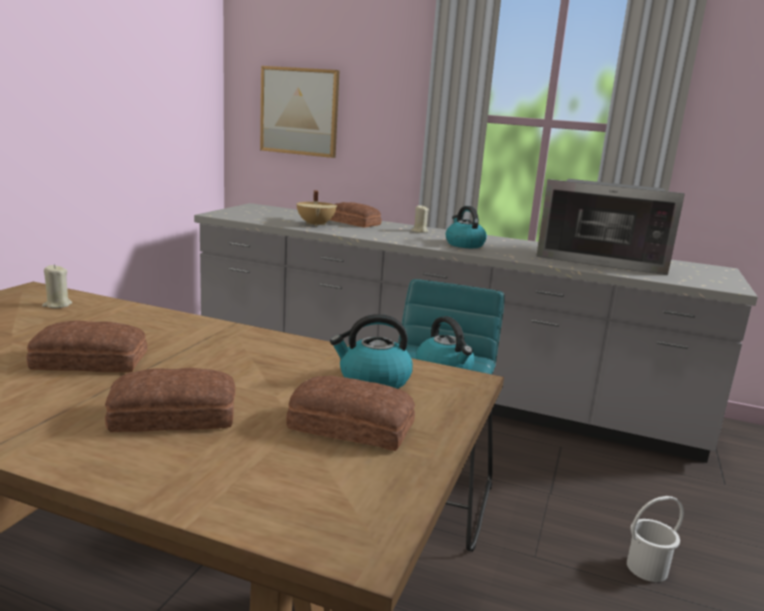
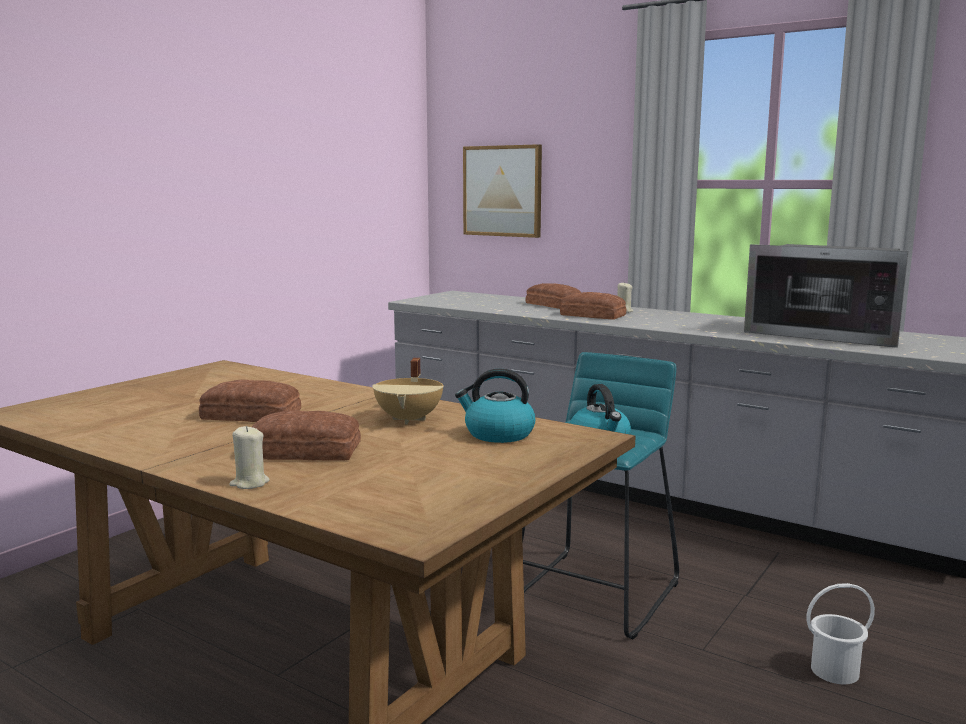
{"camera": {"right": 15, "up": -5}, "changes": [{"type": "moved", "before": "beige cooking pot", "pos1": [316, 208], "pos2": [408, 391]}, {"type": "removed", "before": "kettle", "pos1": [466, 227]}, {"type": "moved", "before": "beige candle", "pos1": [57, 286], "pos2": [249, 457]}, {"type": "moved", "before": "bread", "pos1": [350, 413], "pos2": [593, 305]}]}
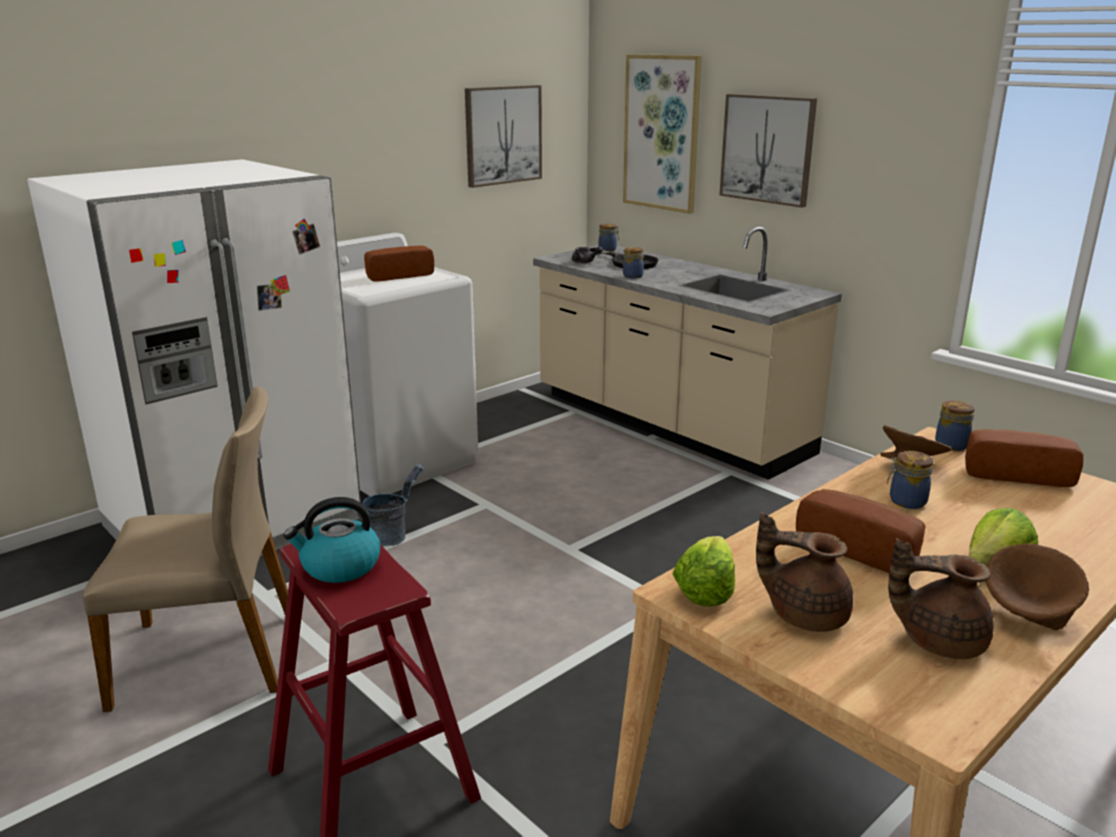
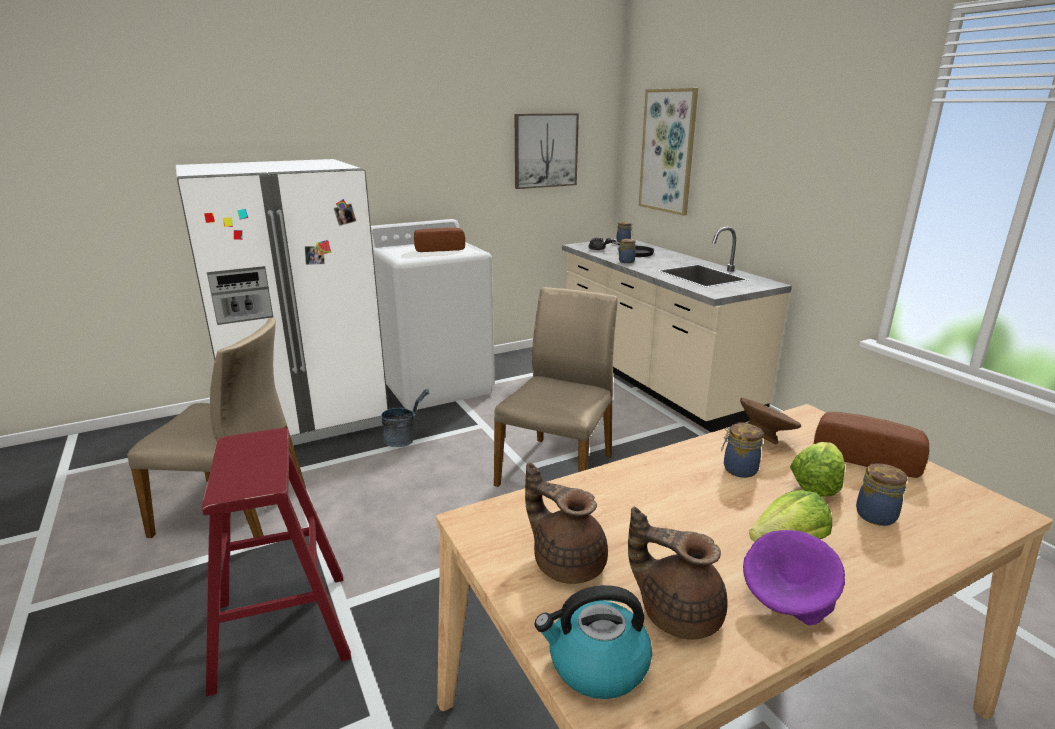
{"camera": {"right": 15, "up": 0}, "changes": [{"type": "removed", "before": "picture", "pos1": [768, 151]}, {"type": "moved", "before": "jar", "pos1": [955, 426], "pos2": [882, 494]}, {"type": "removed", "before": "bread", "pos1": [861, 531]}, {"type": "moved", "before": "kettle", "pos1": [331, 540], "pos2": [593, 642]}, {"type": "moved", "before": "lettuce", "pos1": [703, 571], "pos2": [817, 469]}, {"type": "recoloured", "before": "brown bowl", "after": "purple bowl", "pos1": [1037, 587], "pos2": [794, 577]}, {"type": "added", "after": "beige chair", "pos2": [556, 387]}]}
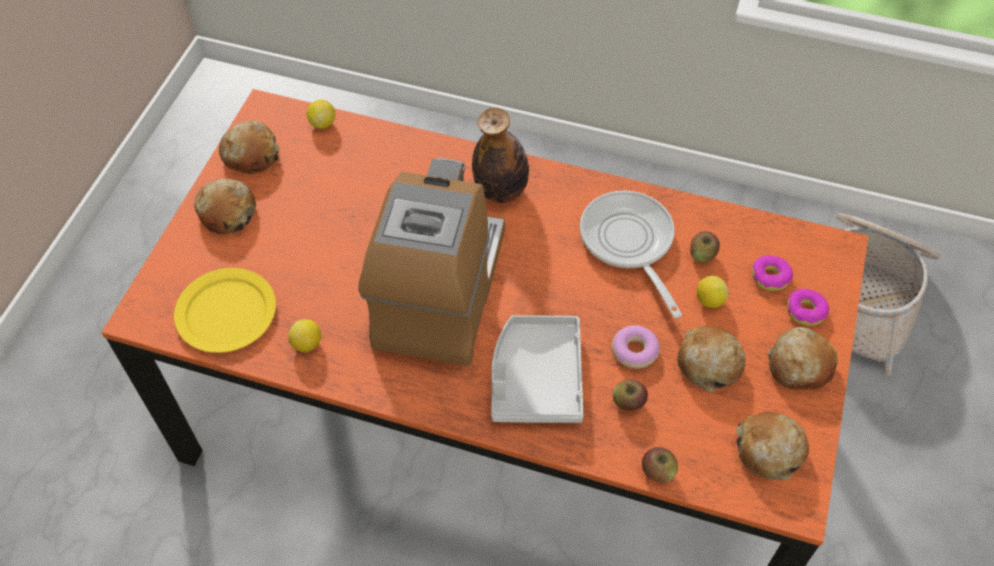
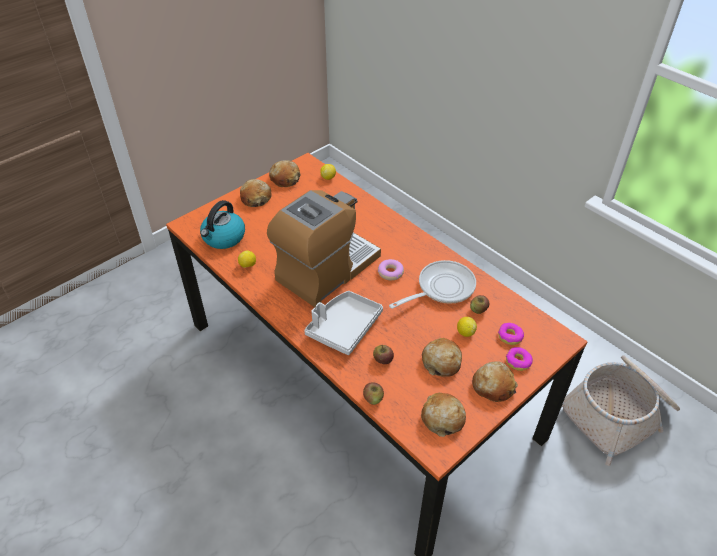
{"camera": {"right": 30, "up": -10}, "changes": [{"type": "removed", "before": "bottle", "pos1": [500, 155]}, {"type": "turned", "before": "frying pan", "pos1": [631, 254], "pos2": [432, 284], "turn": 45}, {"type": "replaced", "before": "yellow plate", "after": "kettle", "pos1": [225, 310], "pos2": [222, 224]}, {"type": "moved", "before": "donut", "pos1": [636, 347], "pos2": [391, 269]}]}
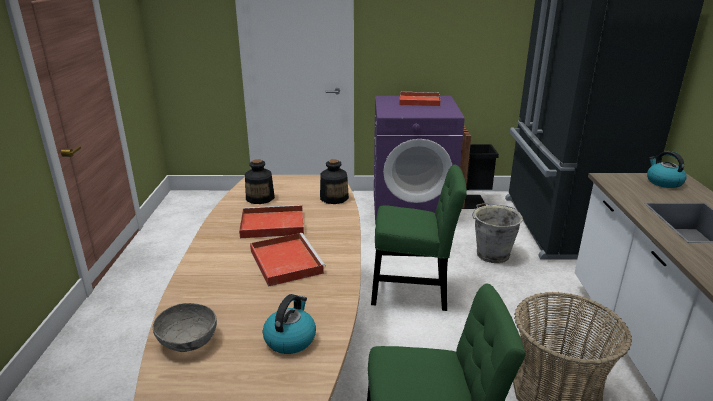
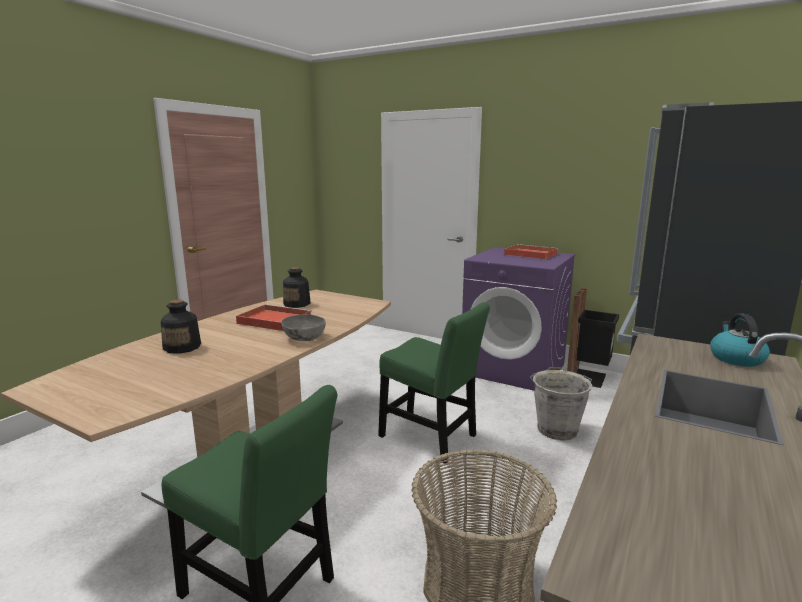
{"camera": {"right": 30, "up": -10}, "changes": [{"type": "moved", "before": "bottle", "pos1": [334, 181], "pos2": [181, 327]}, {"type": "removed", "before": "red tray", "pos1": [288, 260]}, {"type": "removed", "before": "kettle", "pos1": [289, 324]}, {"type": "moved", "before": "grey bowl", "pos1": [185, 327], "pos2": [303, 327]}]}
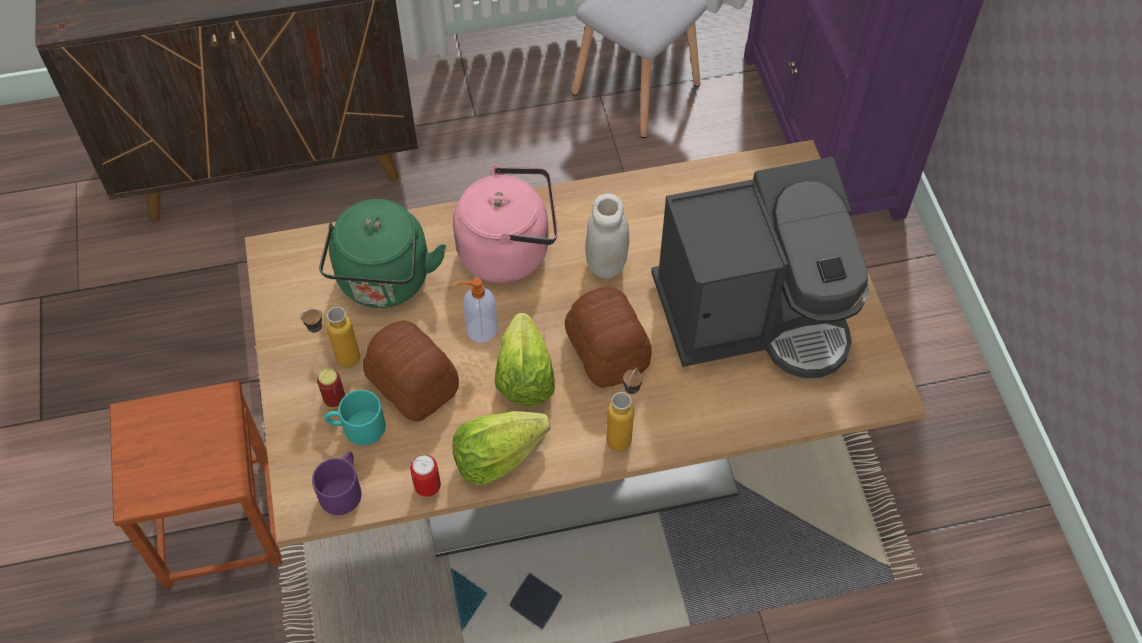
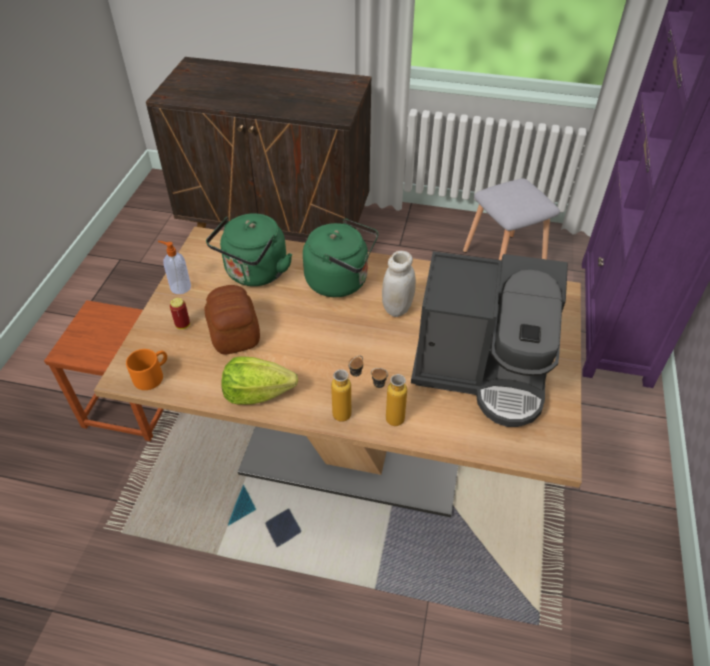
{"camera": {"right": 25, "up": -10}, "changes": [{"type": "recoloured", "before": "pink kettle", "after": "green kettle", "pos1": [505, 223], "pos2": [340, 258]}, {"type": "moved", "before": "soap dispenser", "pos1": [478, 310], "pos2": [174, 267]}, {"type": "removed", "before": "bread", "pos1": [608, 337]}, {"type": "moved", "before": "bottle", "pos1": [330, 337], "pos2": [389, 397]}, {"type": "removed", "before": "lettuce", "pos1": [525, 359]}, {"type": "removed", "before": "turquoise mug", "pos1": [355, 417]}, {"type": "recoloured", "before": "purple mug", "after": "orange mug", "pos1": [337, 483], "pos2": [146, 369]}, {"type": "removed", "before": "can", "pos1": [425, 476]}]}
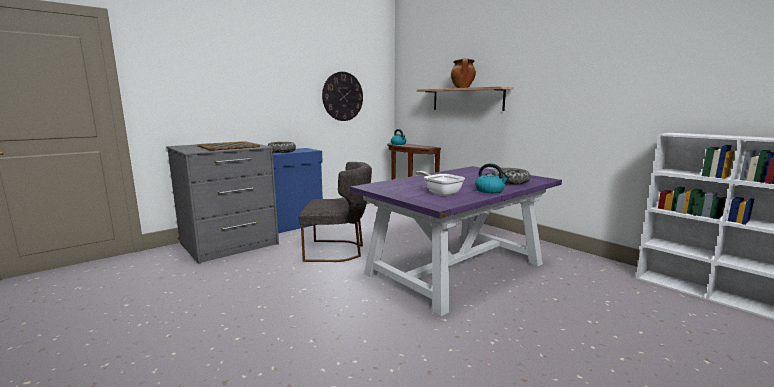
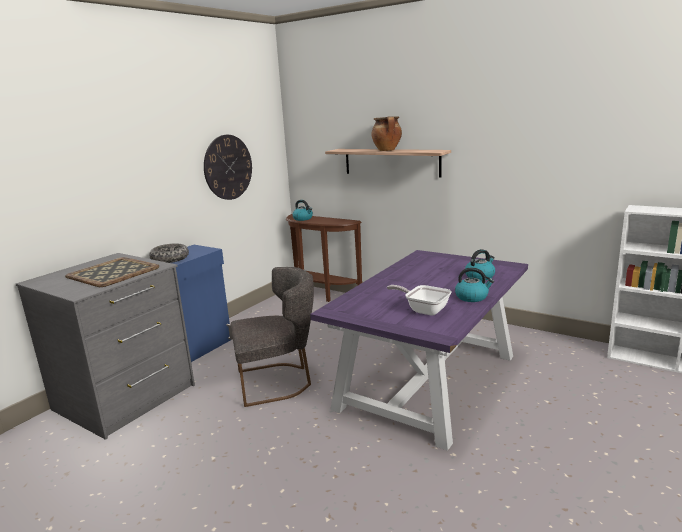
{"camera": {"right": -15, "up": 5}, "changes": [{"type": "replaced", "before": "bowl", "after": "kettle", "pos1": [511, 176], "pos2": [480, 265]}]}
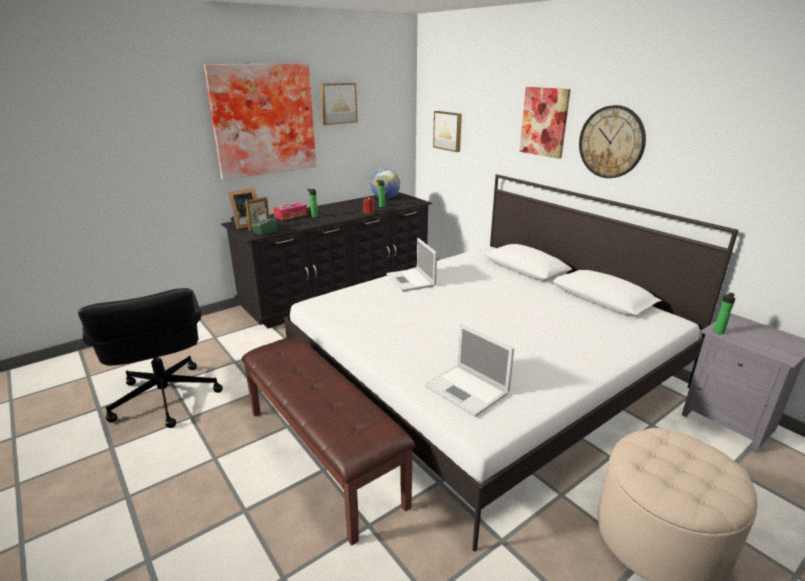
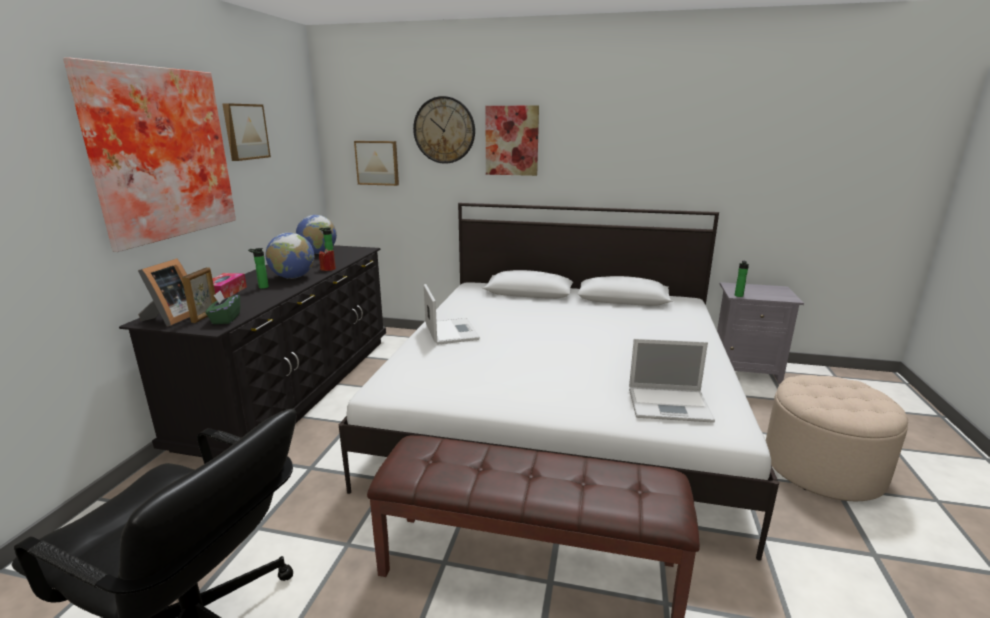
{"camera": {"right": -40, "up": -5}, "changes": [{"type": "moved", "before": "wall clock", "pos1": [612, 141], "pos2": [444, 130]}, {"type": "turned", "before": "laptop", "pos1": [412, 265], "pos2": [452, 314], "turn": -135}, {"type": "added", "after": "globe", "pos2": [290, 256]}]}
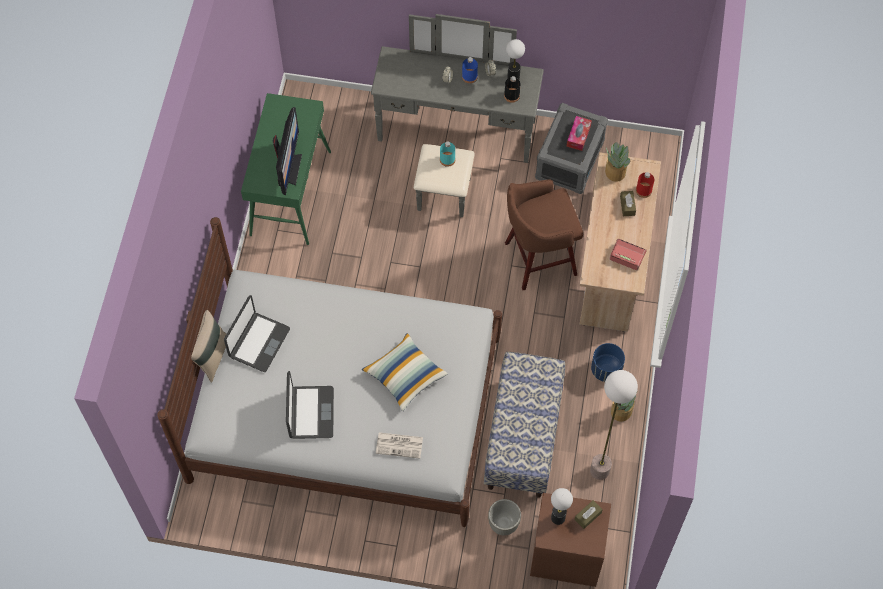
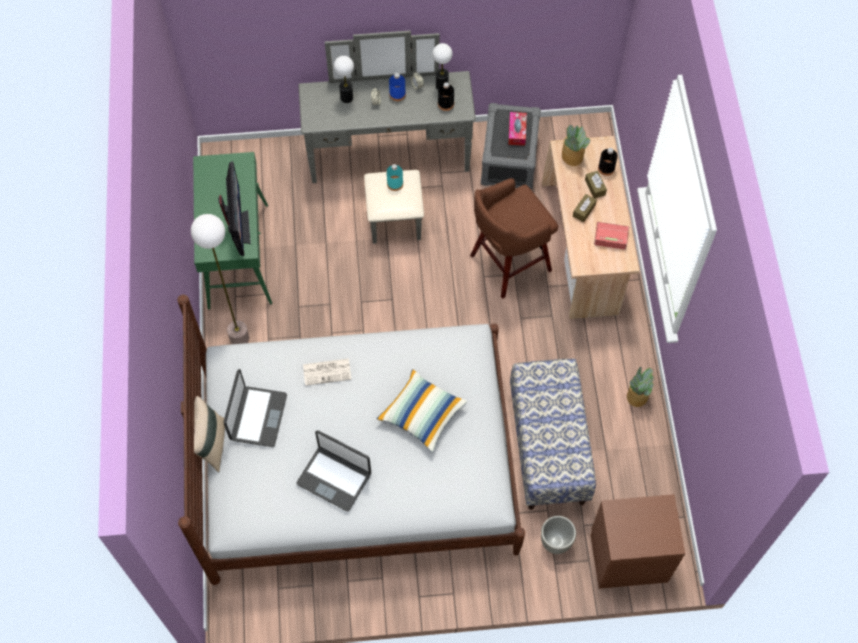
{"camera": {"right": -15, "up": 0}, "changes": [{"type": "recoloured", "before": "red bottle", "after": "black bottle", "pos1": [645, 185], "pos2": [608, 162]}, {"type": "removed", "before": "blue planter", "pos1": [608, 362]}, {"type": "moved", "before": "floor lamp", "pos1": [614, 425], "pos2": [220, 279]}, {"type": "turned", "before": "laptop", "pos1": [310, 405], "pos2": [333, 470], "turn": 135}, {"type": "moved", "before": "newspaper", "pos1": [399, 445], "pos2": [327, 372]}, {"type": "moved", "before": "table lamp", "pos1": [562, 506], "pos2": [344, 79]}, {"type": "moved", "before": "brown tissue box", "pos1": [589, 514], "pos2": [585, 208]}]}
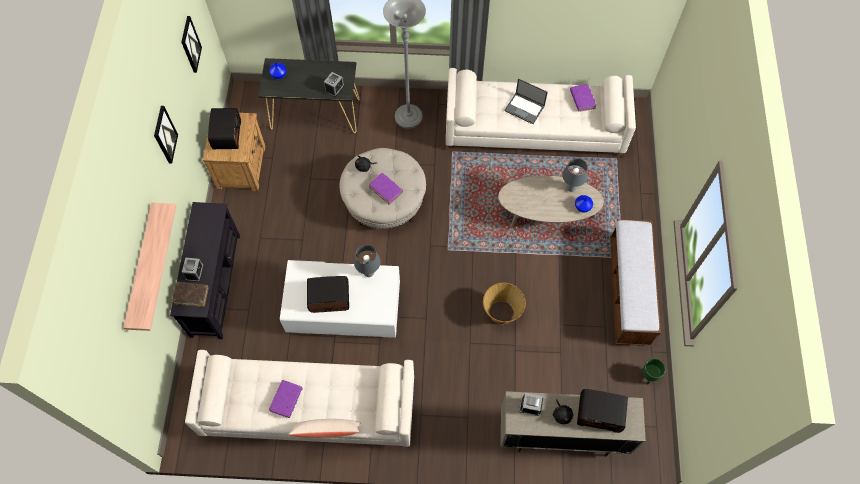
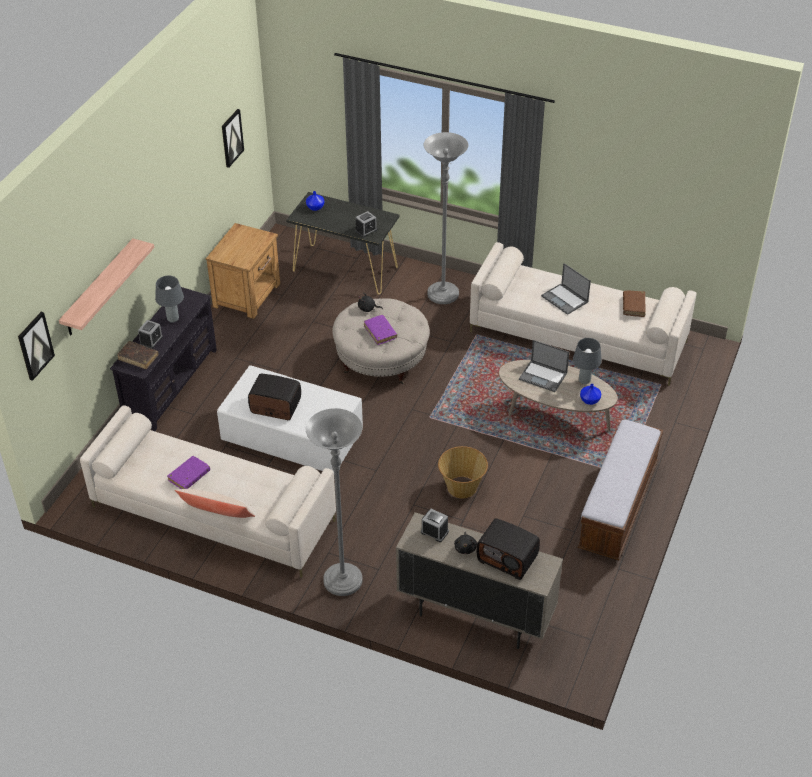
{"camera": {"right": 20, "up": -20}, "changes": [{"type": "recoloured", "before": "purple book", "after": "brown book", "pos1": [583, 97], "pos2": [634, 304]}, {"type": "moved", "before": "picture", "pos1": [166, 134], "pos2": [36, 346]}, {"type": "removed", "before": "radio", "pos1": [224, 128]}, {"type": "moved", "before": "grey table lamp", "pos1": [367, 261], "pos2": [169, 299]}, {"type": "removed", "before": "green planter", "pos1": [653, 371]}, {"type": "added", "after": "laptop", "pos2": [544, 366]}, {"type": "added", "after": "grey floor lamp", "pos2": [334, 502]}]}
